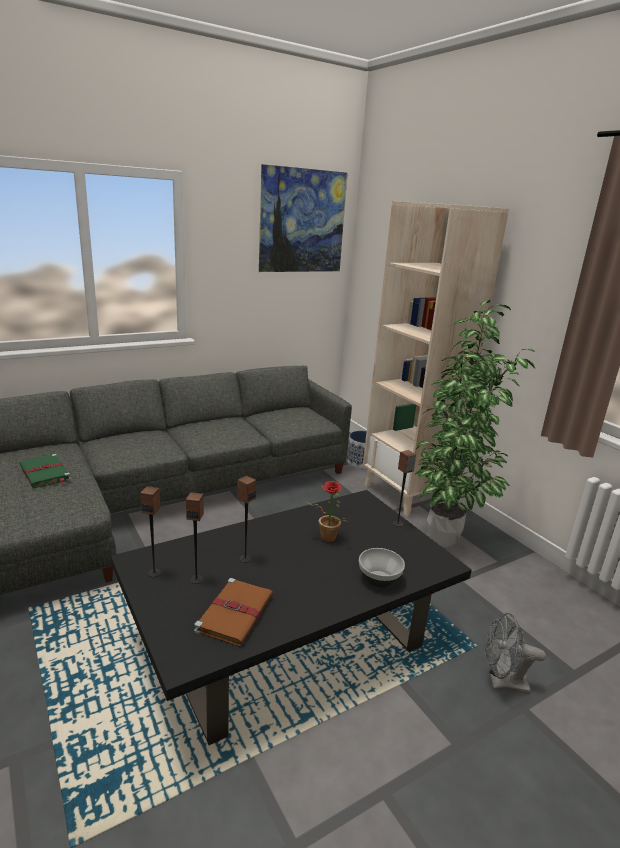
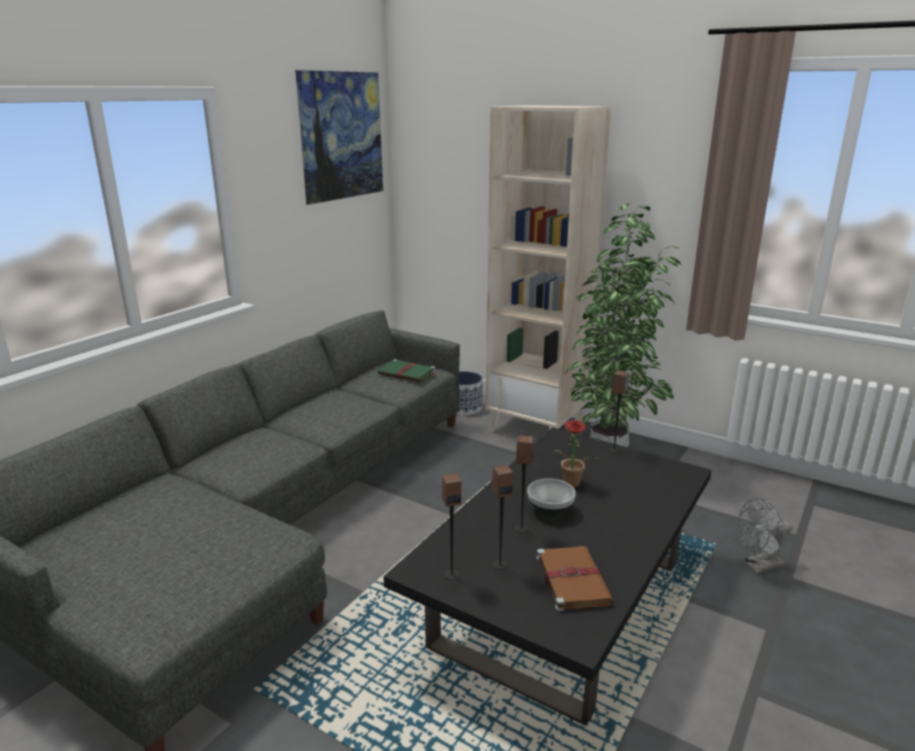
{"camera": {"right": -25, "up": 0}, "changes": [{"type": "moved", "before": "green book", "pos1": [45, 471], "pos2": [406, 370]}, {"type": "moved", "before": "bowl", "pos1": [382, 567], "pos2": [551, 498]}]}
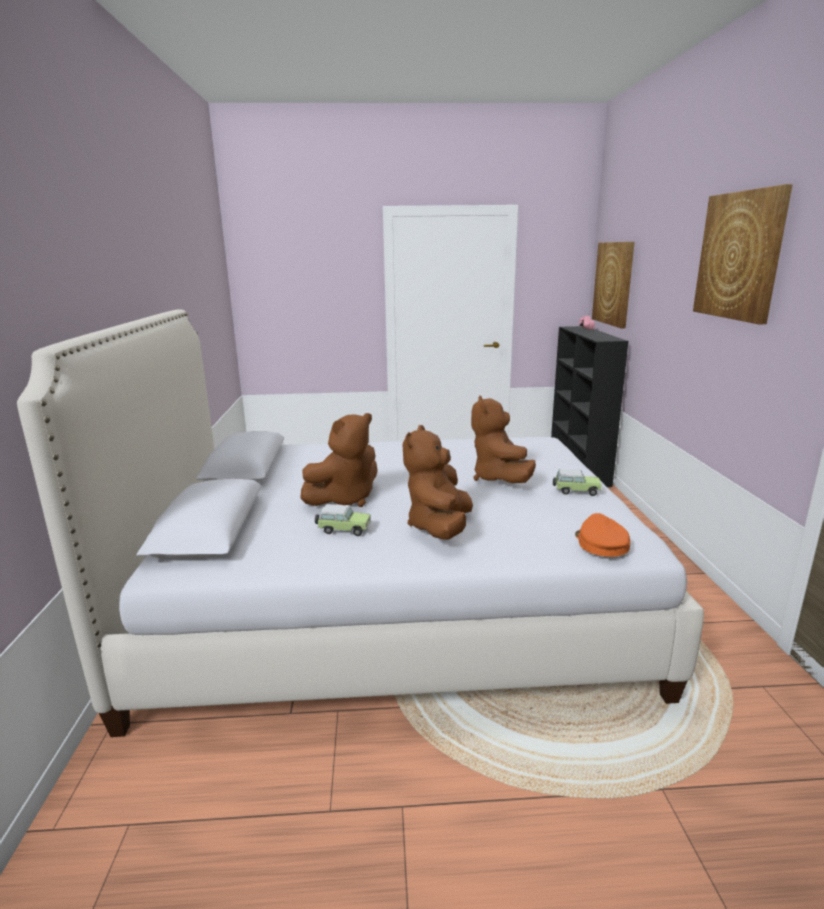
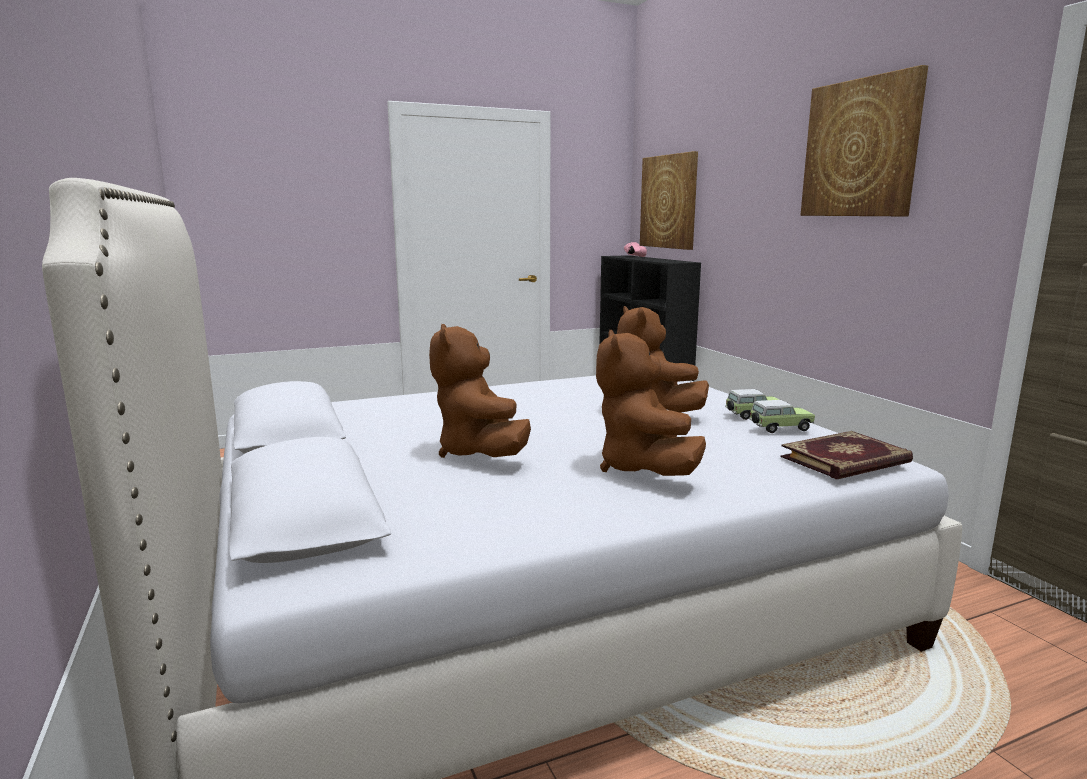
{"camera": {"right": -20, "up": -5}, "changes": [{"type": "turned", "before": "brown plush toy", "pos1": [339, 460], "pos2": [480, 391], "turn": 135}, {"type": "moved", "before": "toy car", "pos1": [343, 520], "pos2": [782, 416]}, {"type": "replaced", "before": "orange cap", "after": "book", "pos1": [602, 535], "pos2": [846, 455]}]}
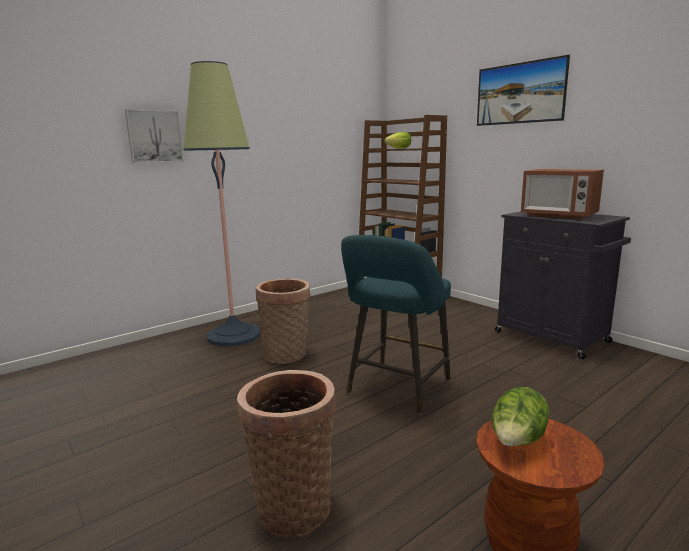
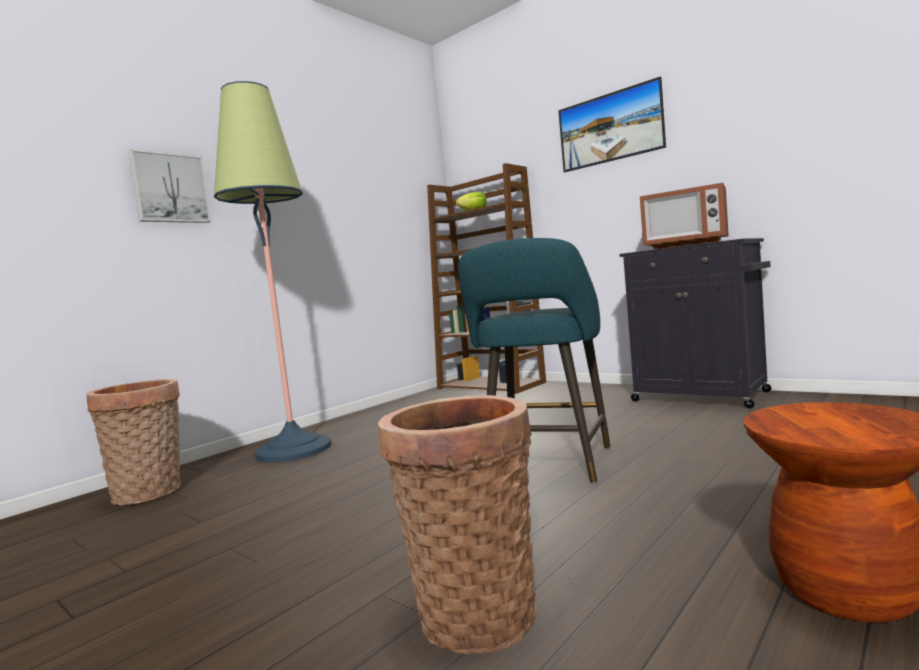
{"camera": {"right": -10, "up": -10}, "changes": [{"type": "moved", "before": "basket", "pos1": [283, 321], "pos2": [134, 442]}, {"type": "removed", "before": "lettuce", "pos1": [520, 416]}]}
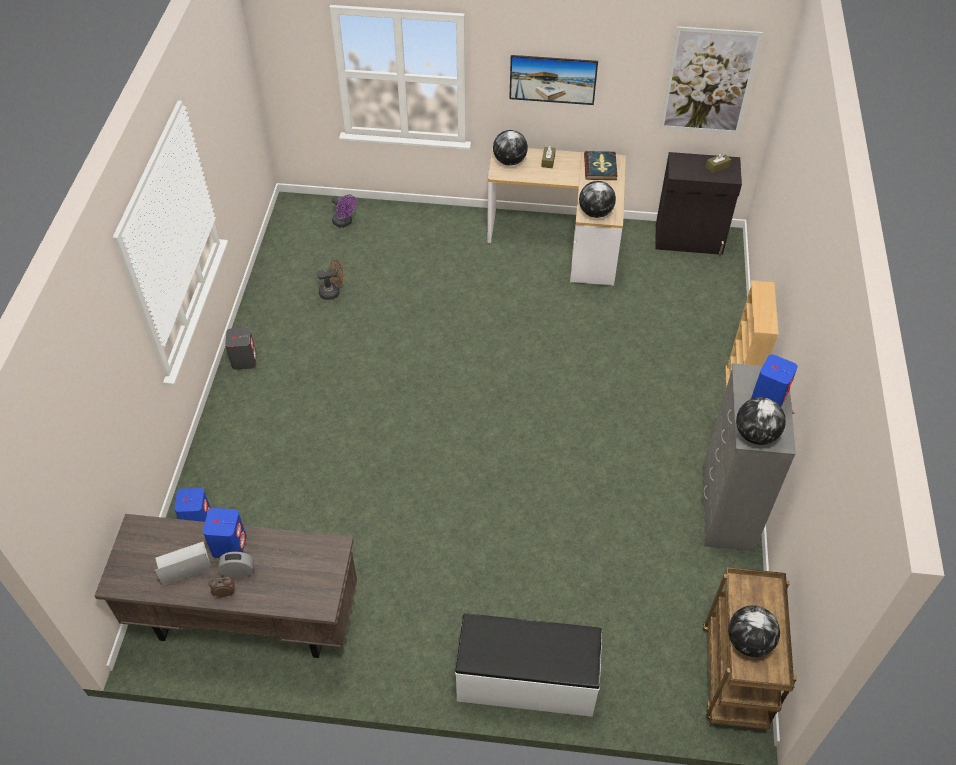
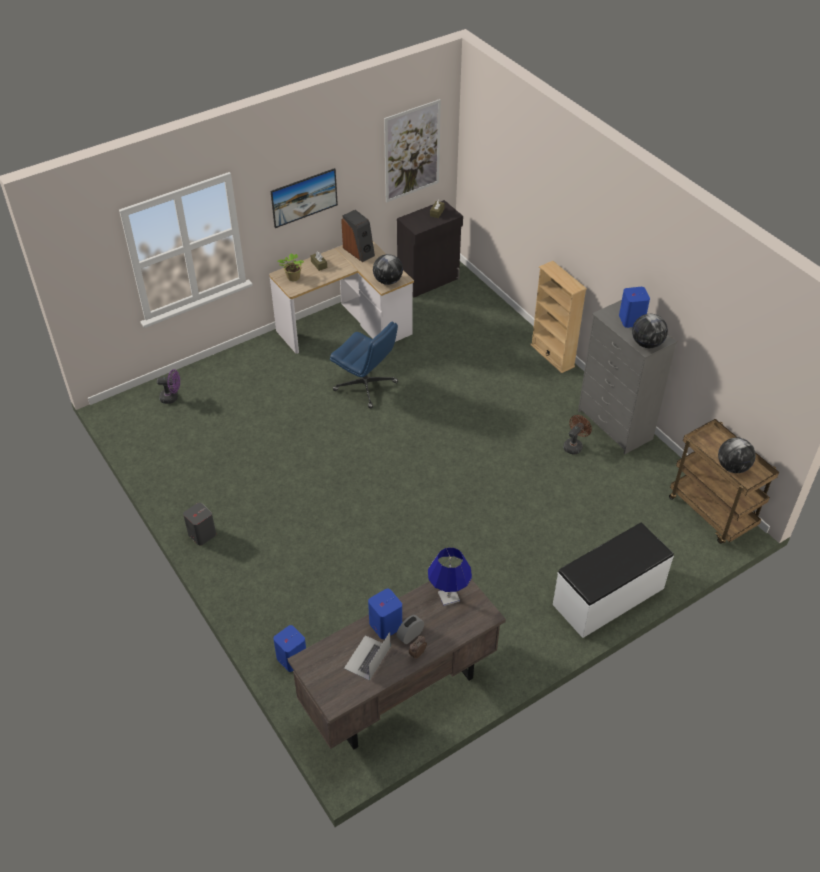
{"camera": {"right": -40, "up": -5}, "changes": [{"type": "replaced", "before": "globe", "after": "potted plant", "pos1": [510, 148], "pos2": [291, 267]}, {"type": "replaced", "before": "book", "after": "speaker", "pos1": [600, 165], "pos2": [358, 236]}, {"type": "moved", "before": "brown fan", "pos1": [330, 279], "pos2": [577, 434]}, {"type": "added", "after": "blue office chair", "pos2": [364, 365]}, {"type": "added", "after": "blue table lamp", "pos2": [450, 576]}]}
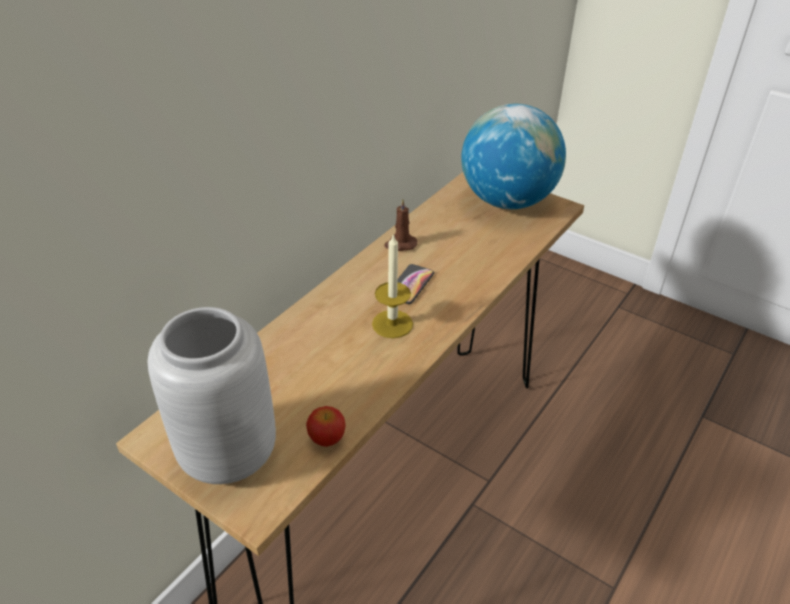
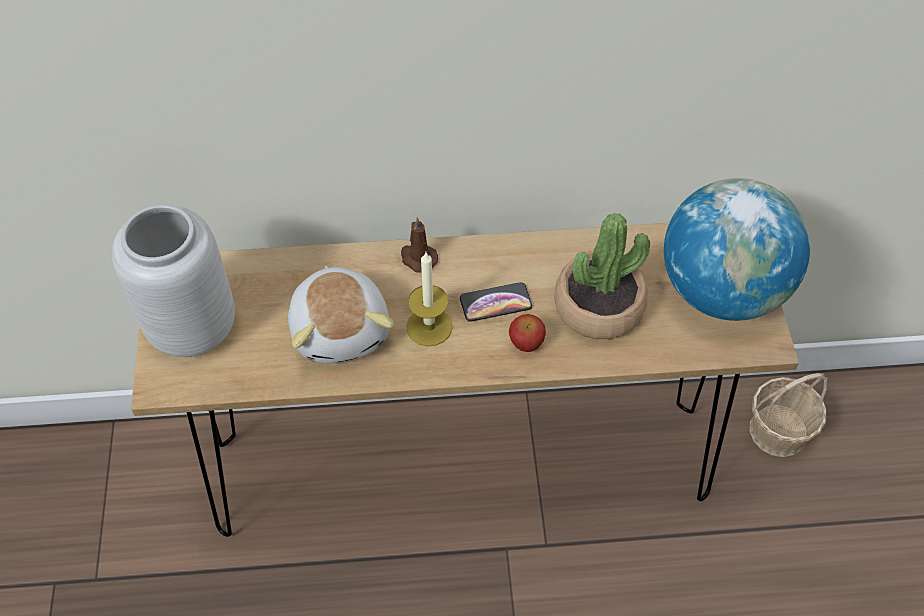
{"camera": {"right": 50, "up": 15}, "changes": [{"type": "moved", "before": "brown candle", "pos1": [400, 225], "pos2": [419, 245]}, {"type": "moved", "before": "apple", "pos1": [325, 426], "pos2": [527, 333]}, {"type": "added", "after": "potted plant", "pos2": [602, 276]}, {"type": "added", "after": "plush toy", "pos2": [341, 315]}, {"type": "added", "after": "basket", "pos2": [788, 415]}]}
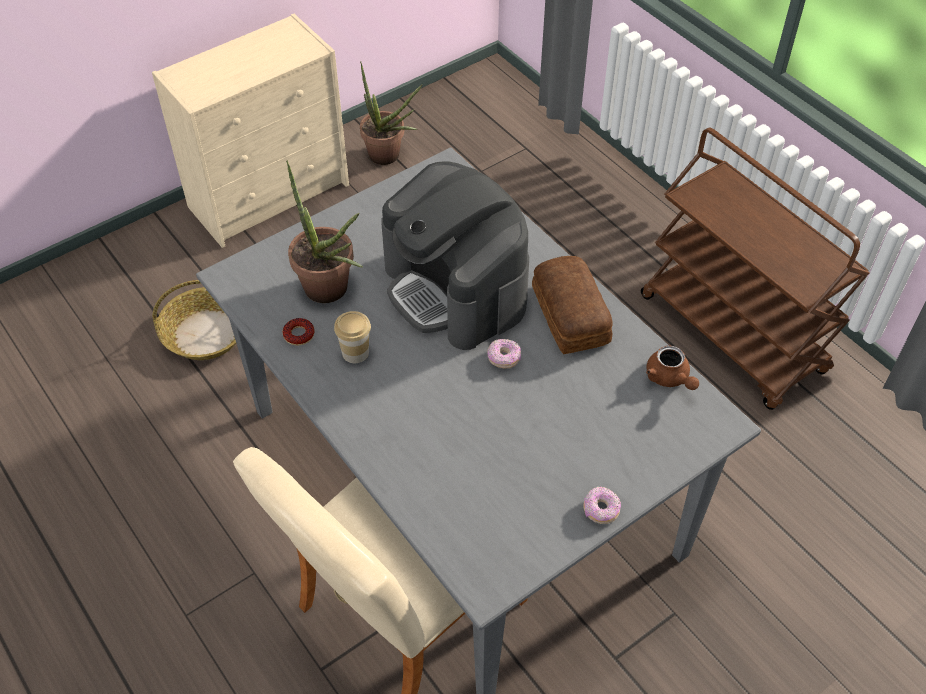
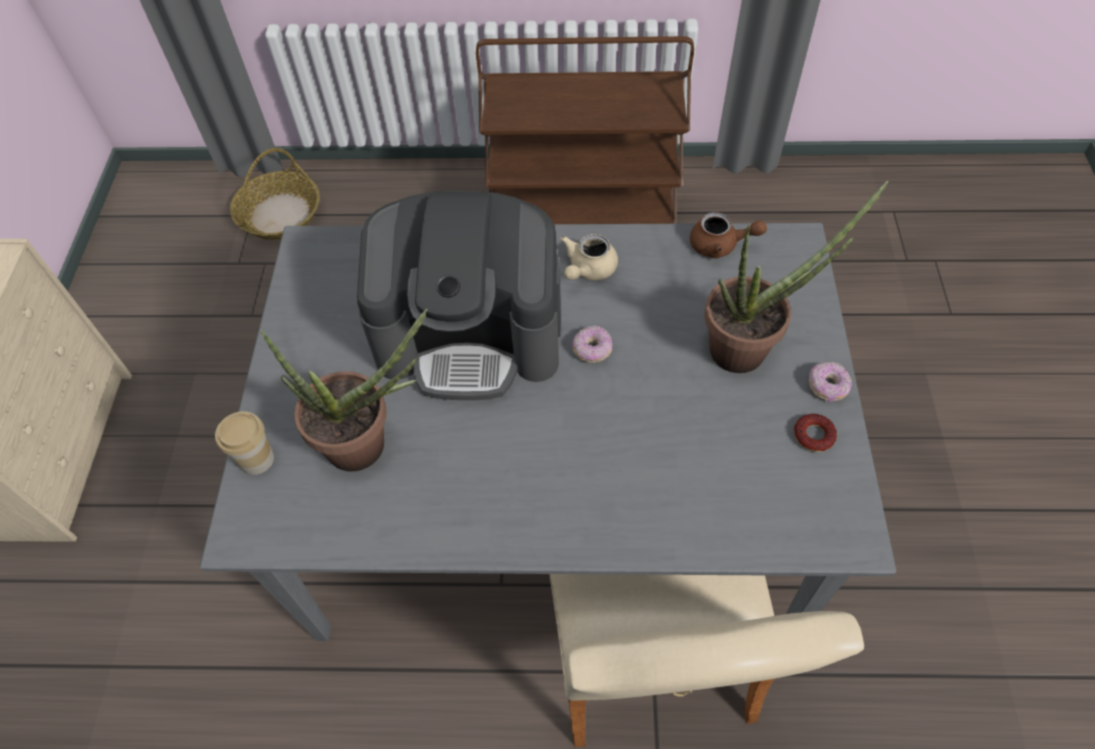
{"camera": {"right": -50, "up": 5}, "changes": [{"type": "moved", "before": "potted plant", "pos1": [391, 113], "pos2": [796, 277]}, {"type": "replaced", "before": "bread", "after": "beige teapot", "pos1": [572, 305], "pos2": [589, 257]}, {"type": "moved", "before": "basket", "pos1": [194, 320], "pos2": [275, 194]}, {"type": "moved", "before": "cup", "pos1": [352, 337], "pos2": [244, 443]}, {"type": "moved", "before": "donut", "pos1": [298, 331], "pos2": [815, 433]}]}
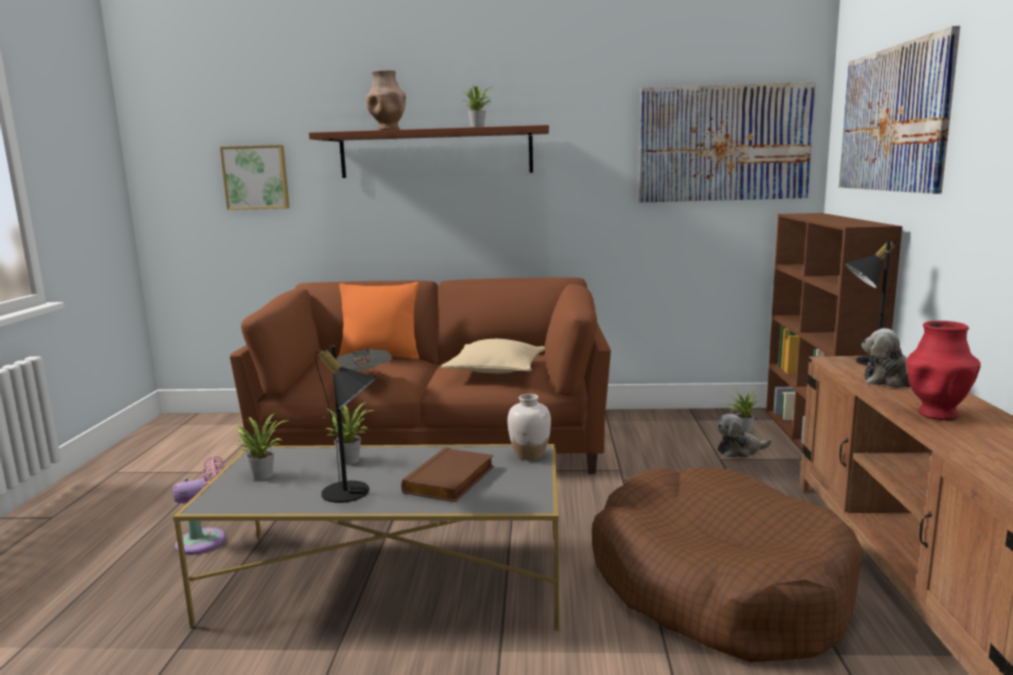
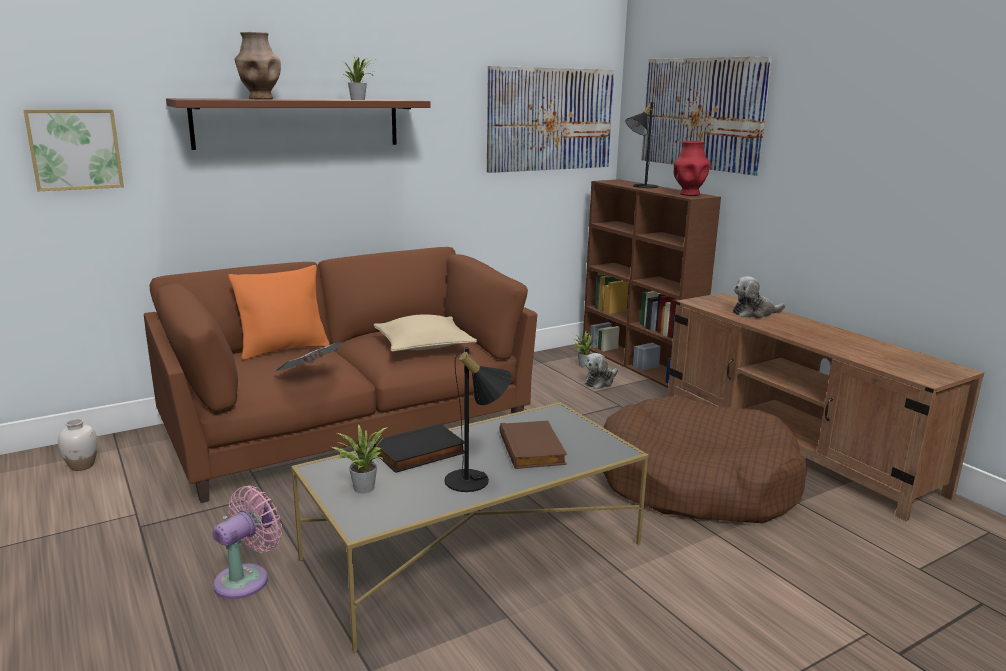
{"camera": {"right": -35, "up": 5}, "changes": [{"type": "moved", "before": "black table lamp", "pos1": [871, 303], "pos2": [642, 145]}, {"type": "moved", "before": "red vase", "pos1": [943, 371], "pos2": [692, 168]}, {"type": "moved", "before": "white vase", "pos1": [529, 427], "pos2": [77, 445]}, {"type": "replaced", "before": "potted plant", "after": "black book", "pos1": [350, 433], "pos2": [419, 448]}]}
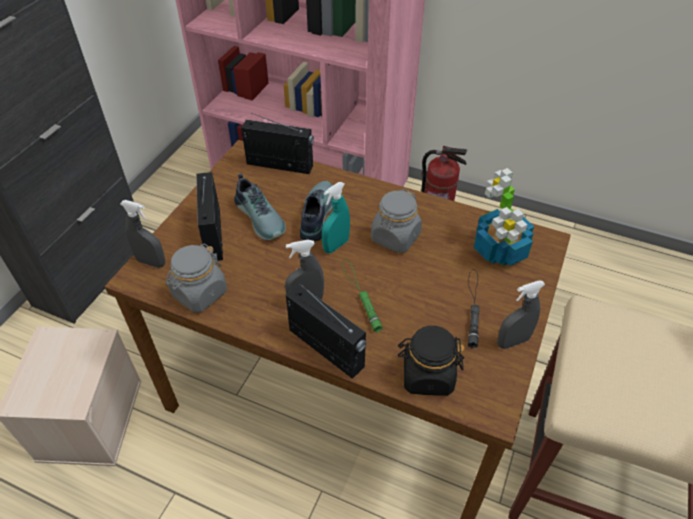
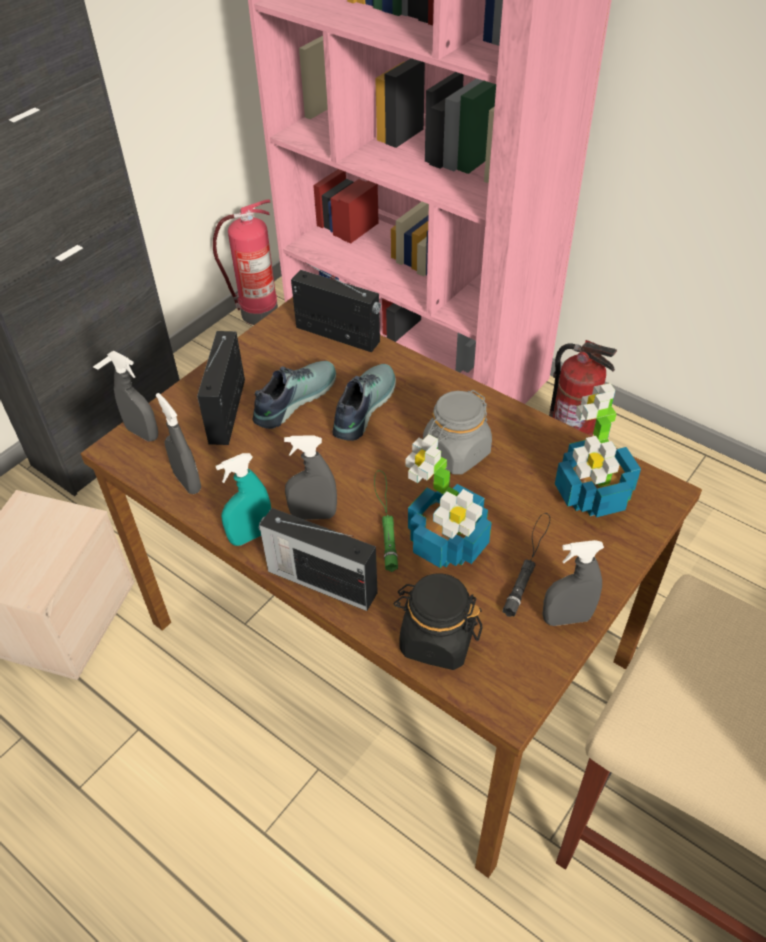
{"camera": {"right": 15, "up": 0}, "changes": [{"type": "turned", "before": "shoe", "pos1": [260, 206], "pos2": [294, 395], "turn": -120}, {"type": "moved", "before": "turquoise spray bottle", "pos1": [336, 217], "pos2": [243, 499]}, {"type": "replaced", "before": "grey jar", "after": "grey spray bottle", "pos1": [196, 278], "pos2": [178, 443]}, {"type": "turned", "before": "radio", "pos1": [326, 331], "pos2": [318, 559], "turn": 150}, {"type": "added", "after": "fire extinguisher", "pos2": [245, 262]}, {"type": "added", "after": "potted plant", "pos2": [449, 501]}]}
